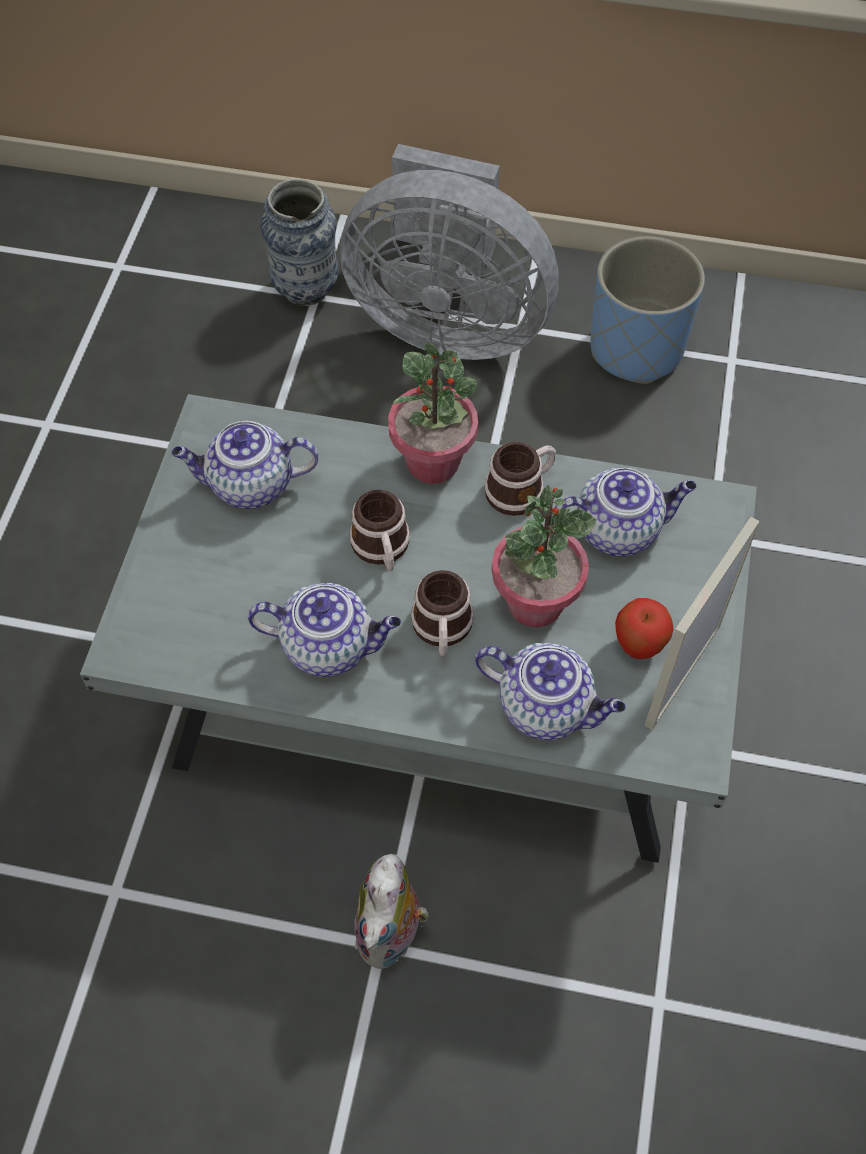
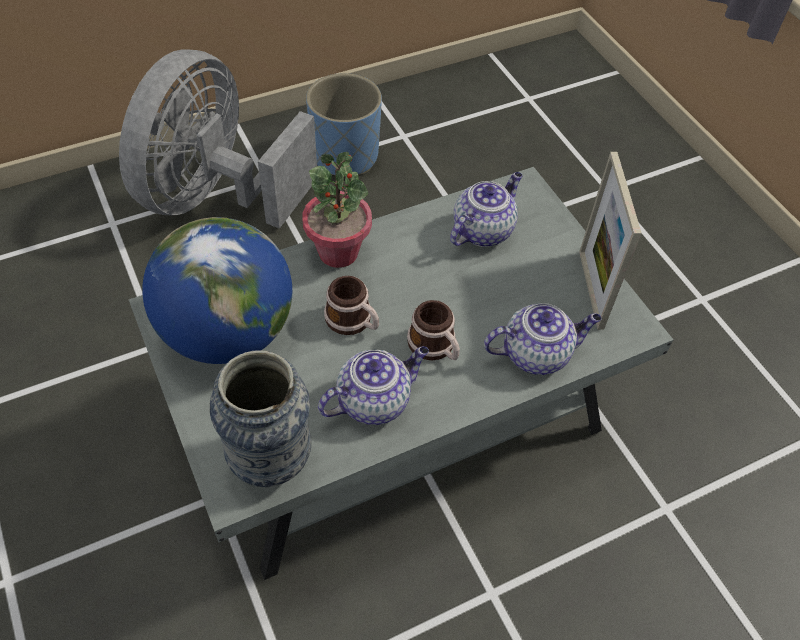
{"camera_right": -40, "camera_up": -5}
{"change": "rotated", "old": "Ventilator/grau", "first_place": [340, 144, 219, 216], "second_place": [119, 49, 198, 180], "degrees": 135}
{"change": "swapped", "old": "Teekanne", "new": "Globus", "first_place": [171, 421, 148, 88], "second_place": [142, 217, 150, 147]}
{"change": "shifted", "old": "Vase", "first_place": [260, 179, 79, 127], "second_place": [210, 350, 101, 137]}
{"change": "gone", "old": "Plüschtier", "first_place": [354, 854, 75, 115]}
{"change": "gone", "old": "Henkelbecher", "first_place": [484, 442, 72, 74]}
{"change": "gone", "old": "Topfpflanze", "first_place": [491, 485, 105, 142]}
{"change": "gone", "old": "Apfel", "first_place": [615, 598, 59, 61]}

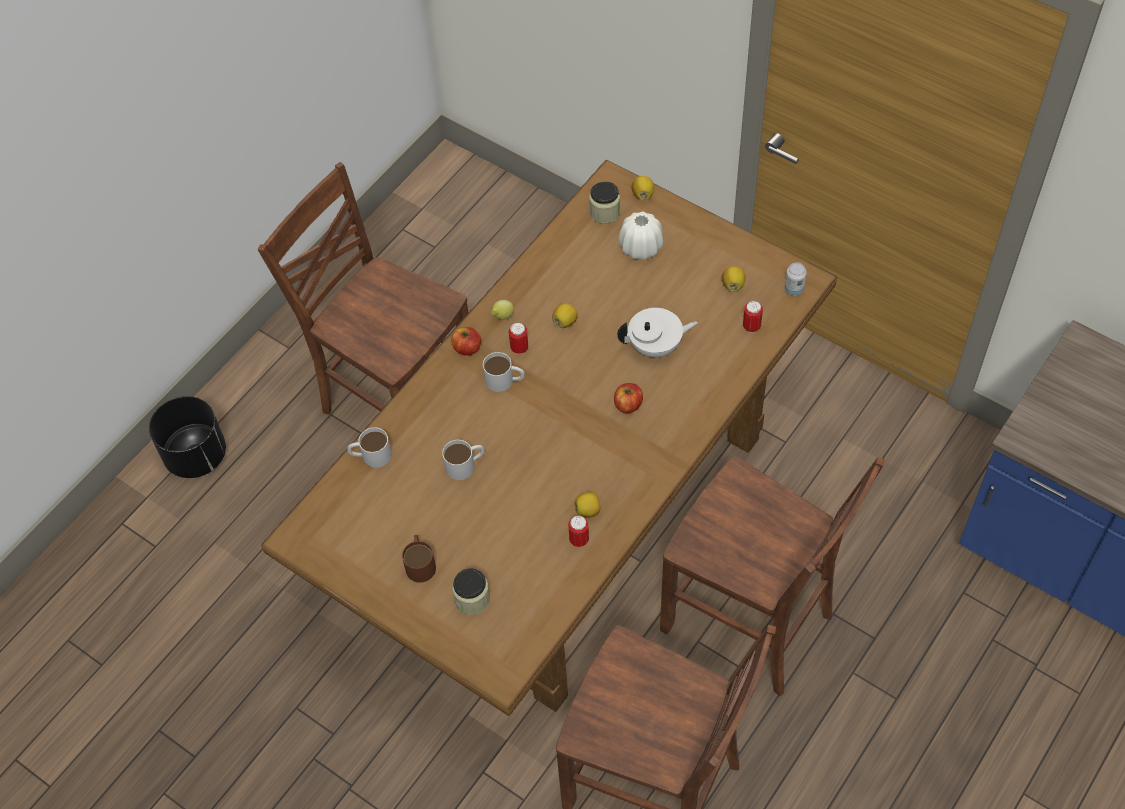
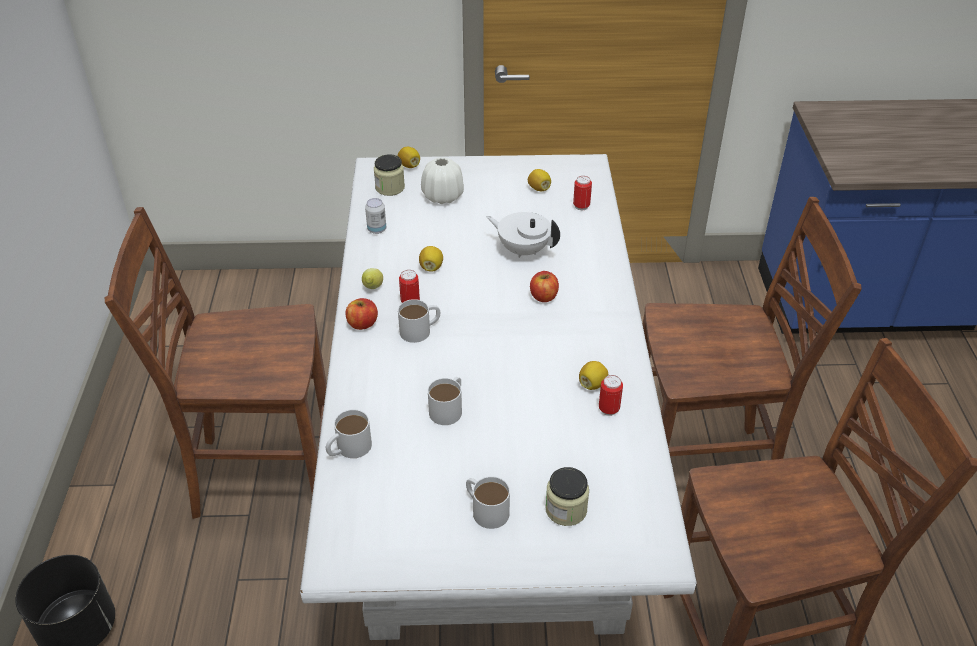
{"camera_right": -40, "camera_up": -15}
{"change": "repainted", "old": "Esstisch/braun", "new": "Esstisch/weiß", "first_place": [261, 160, 576, 556], "second_place": [300, 154, 397, 486]}
{"change": "shifted", "old": "Dose", "first_place": [785, 262, 22, 33], "second_place": [365, 198, 21, 36]}
{"change": "repainted", "old": "Henkelbecher/braun", "new": "Henkelbecher/weiß", "first_place": [402, 535, 34, 48], "second_place": [466, 476, 44, 53]}
{"change": "rotated", "old": "Teekanne/weiß", "first_place": [617, 308, 81, 50], "second_place": [487, 212, 73, 46], "degrees": -105}

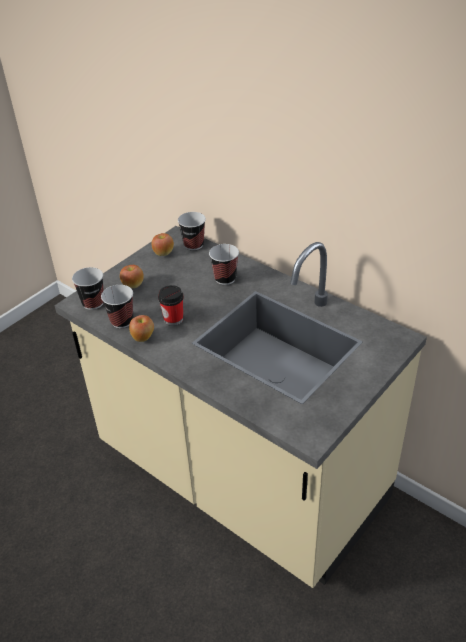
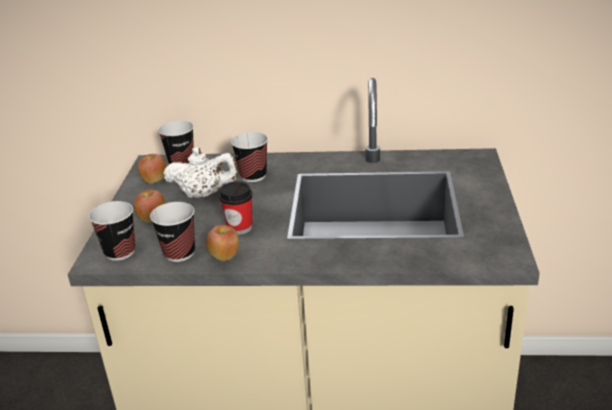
{"camera_right": -35, "camera_up": -10}
{"change": "new", "new": "Teekanne/weiß", "second_place": [164, 147, 75, 51]}

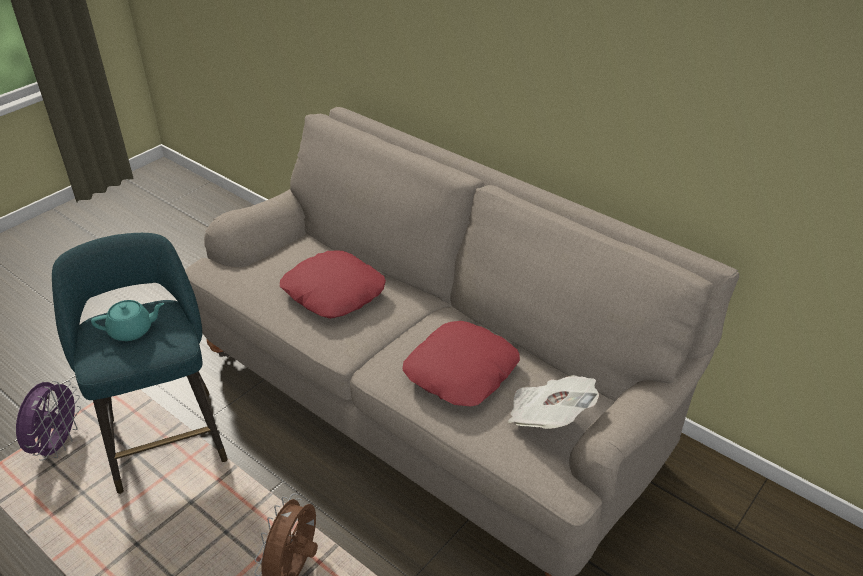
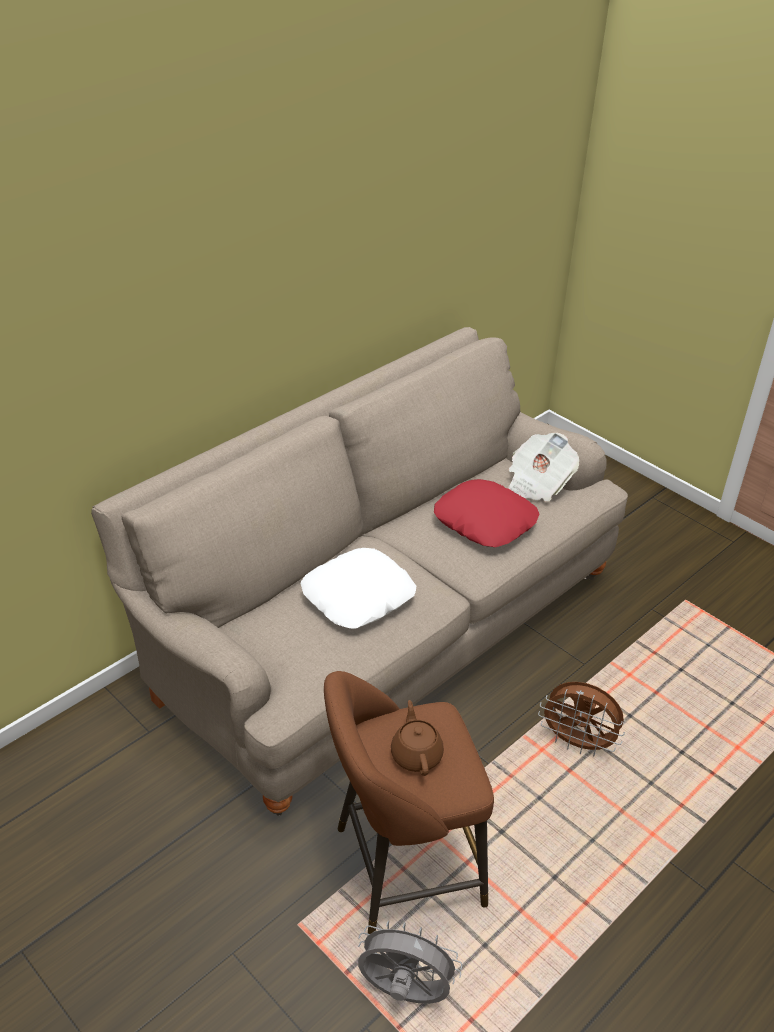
{"camera_right": -85, "camera_up": 0}
{"change": "repainted", "old": "Kissen/rot", "new": "Kissen/weiß", "first_place": [280, 251, 106, 68], "second_place": [301, 548, 115, 81]}
{"change": "repainted", "old": "Hocker/türkis", "new": "Hocker/braun", "first_place": [52, 233, 176, 261], "second_place": [324, 671, 170, 263]}
{"change": "repainted", "old": "Ventilator/lila", "new": "Ventilator/grau", "first_place": [16, 381, 65, 80], "second_place": [358, 920, 104, 84]}
{"change": "repainted", "old": "Teekanne/türkis", "new": "Teekanne/braun", "first_place": [91, 300, 73, 41], "second_place": [391, 700, 53, 76]}

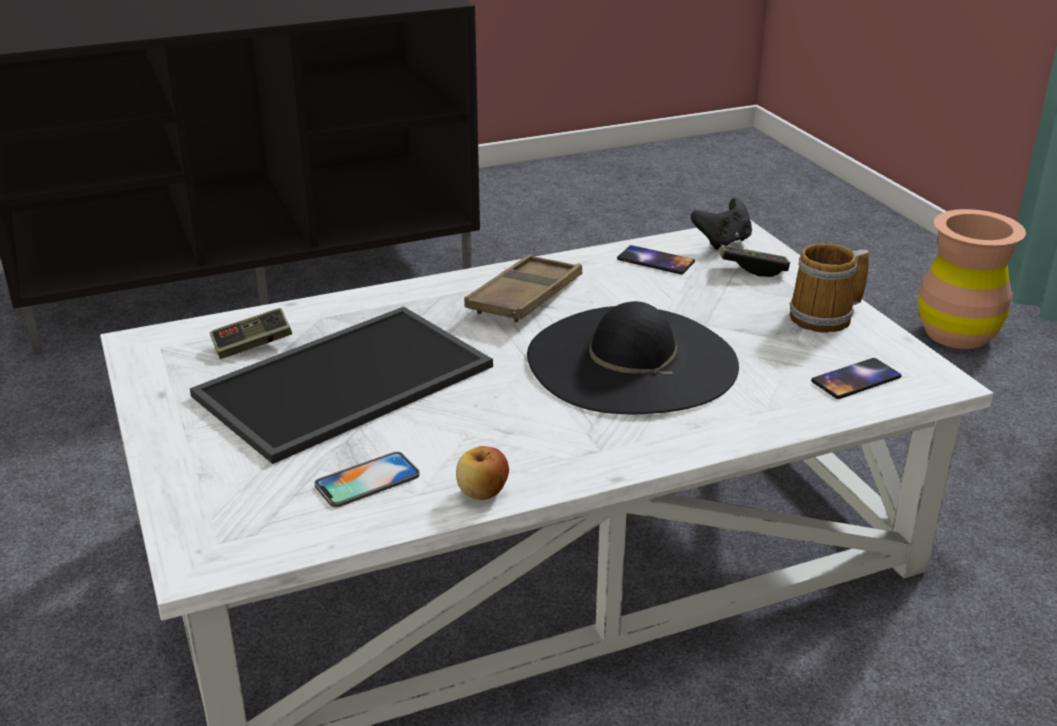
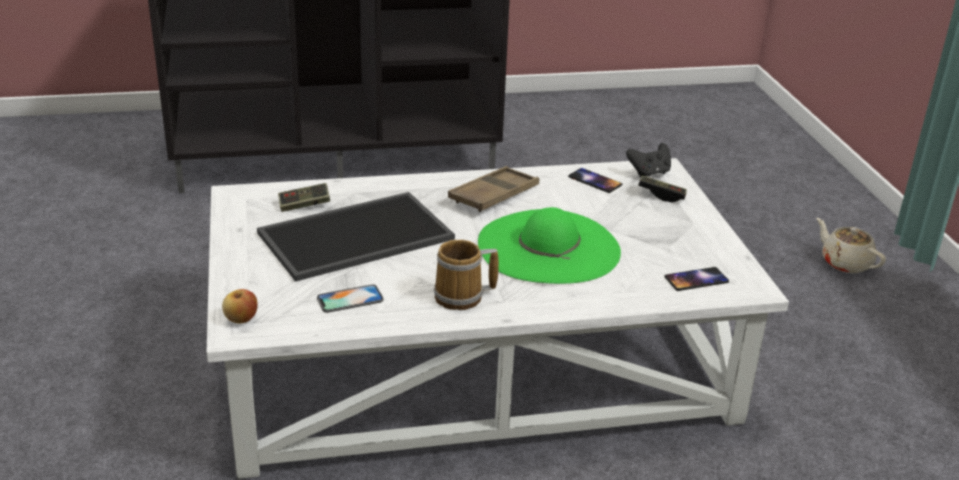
{"camera_right": 10, "camera_up": 0}
{"change": "shifted", "old": "Apfel", "first_place": [456, 446, 53, 54], "second_place": [222, 289, 36, 35]}
{"change": "shifted", "old": "Henkelbecher", "first_place": [789, 243, 80, 90], "second_place": [434, 240, 65, 70]}
{"change": "repainted", "old": "Hut/schwarz", "new": "Hut/grün", "first_place": [527, 301, 212, 113], "second_place": [478, 207, 143, 77]}
{"change": "swapped", "old": "Vase/braun", "new": "Teekanne/beige", "first_place": [918, 209, 108, 140], "second_place": [816, 218, 70, 55]}

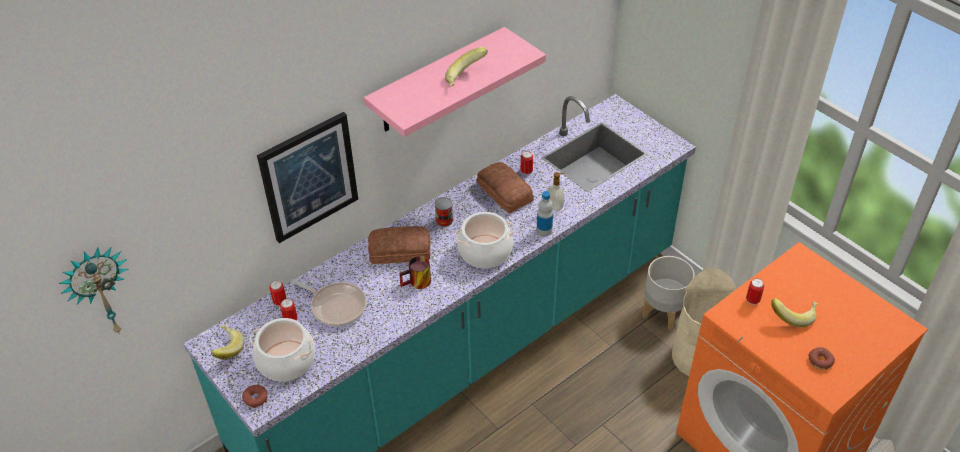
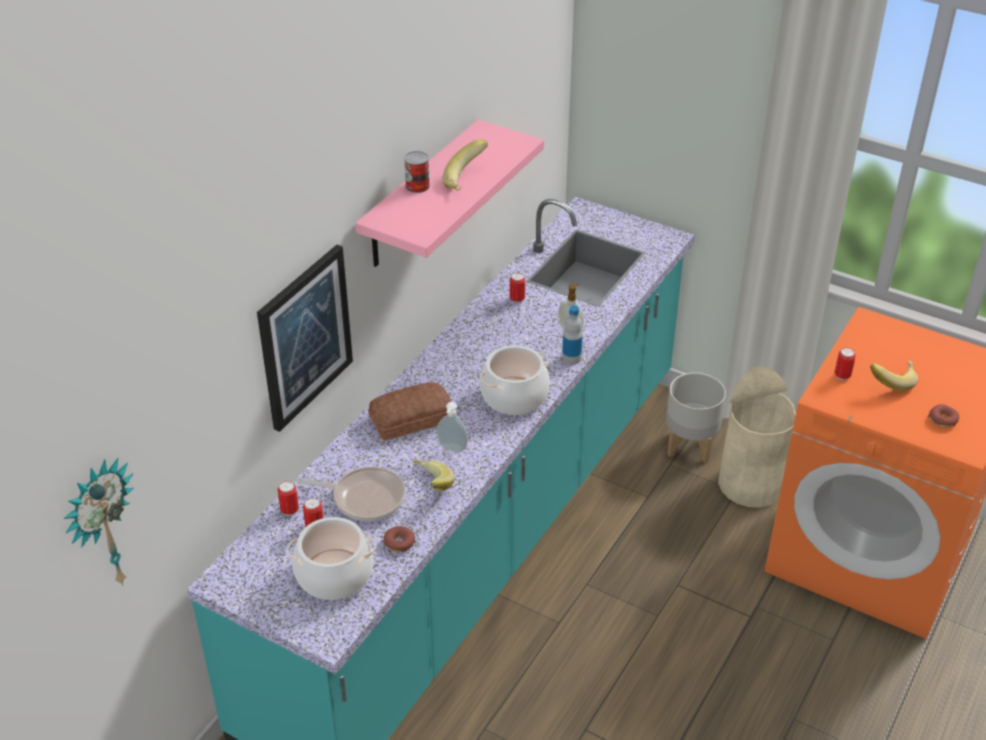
{"camera_right": -20, "camera_up": -5}
{"change": "shifted", "old": "Donut", "first_place": [242, 385, 26, 23], "second_place": [384, 526, 32, 26]}
{"change": "shifted", "old": "Dose", "first_place": [435, 197, 18, 30], "second_place": [404, 151, 26, 42]}
{"change": "shifted", "old": "Banane", "first_place": [211, 324, 33, 35], "second_place": [412, 458, 42, 33]}
{"change": "swapped", "old": "Henkelbecher", "new": "Seifenspender", "first_place": [399, 256, 32, 33], "second_place": [437, 402, 31, 50]}
{"change": "gone", "old": "Brot", "first_place": [476, 162, 58, 52]}

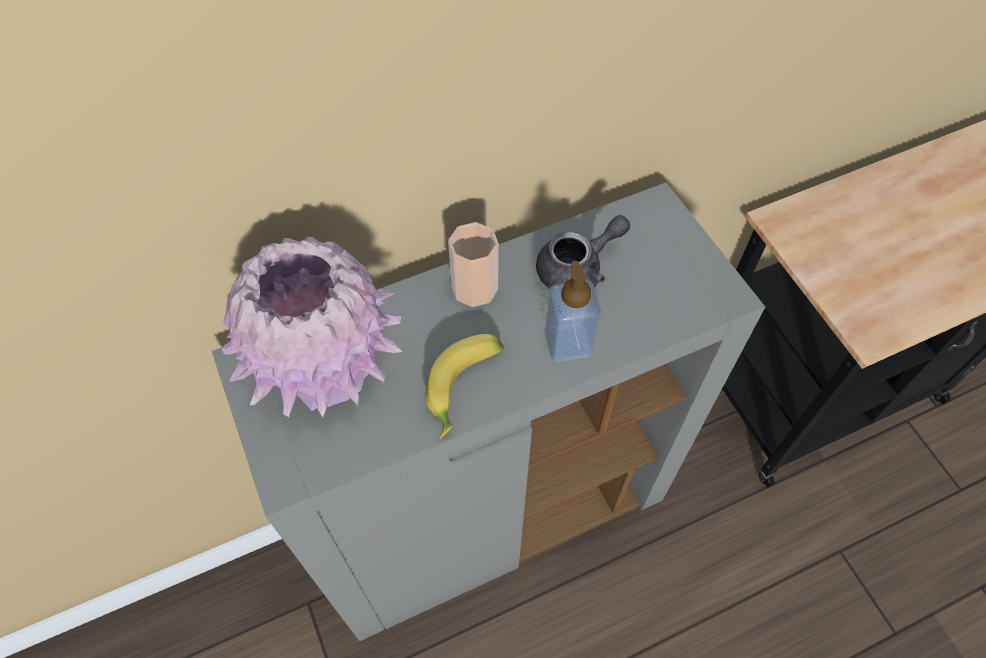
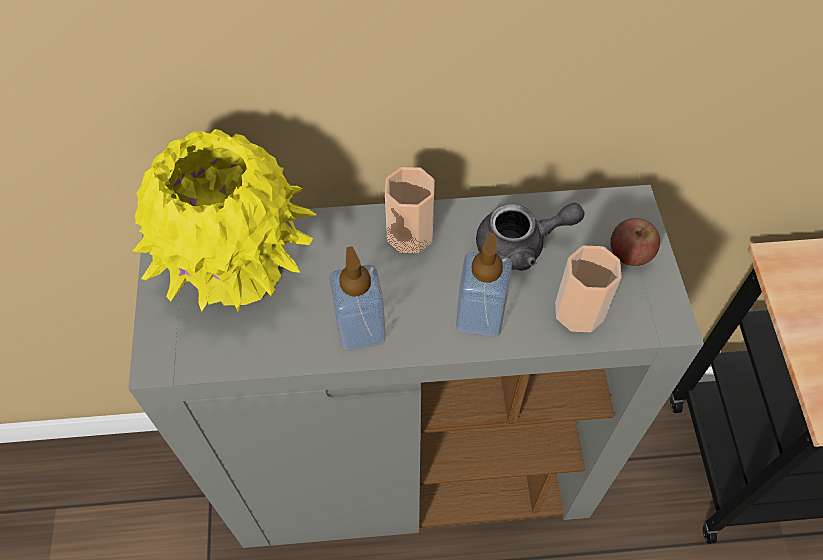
{"camera_right": 20, "camera_up": 0}
{"change": "repainted", "old": "Vase/rosa", "new": "Vase/gelb", "first_place": [222, 236, 180, 181], "second_place": [133, 129, 184, 183]}
{"change": "swapped", "old": "Banane", "new": "Seifenspender", "first_place": [425, 334, 79, 105], "second_place": [329, 247, 57, 104]}
{"change": "new", "new": "Tasse", "second_place": [555, 246, 67, 86]}
{"change": "new", "new": "Apfel", "second_place": [611, 218, 49, 48]}

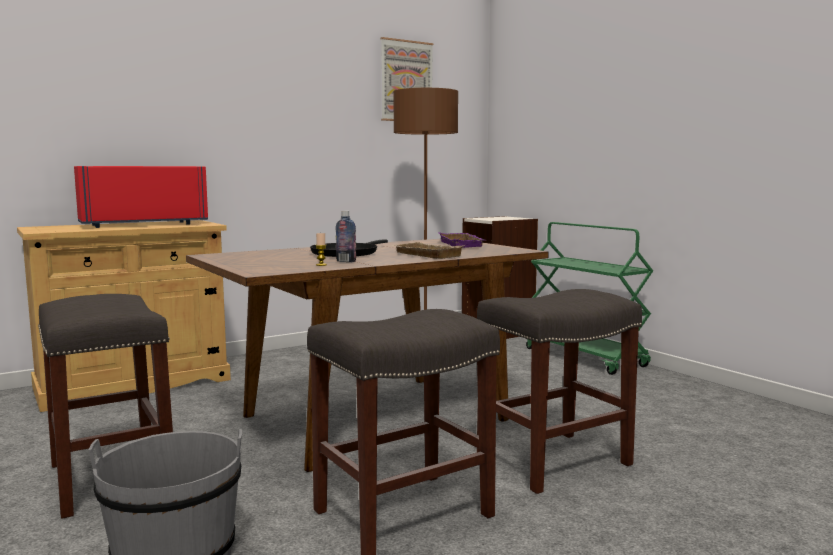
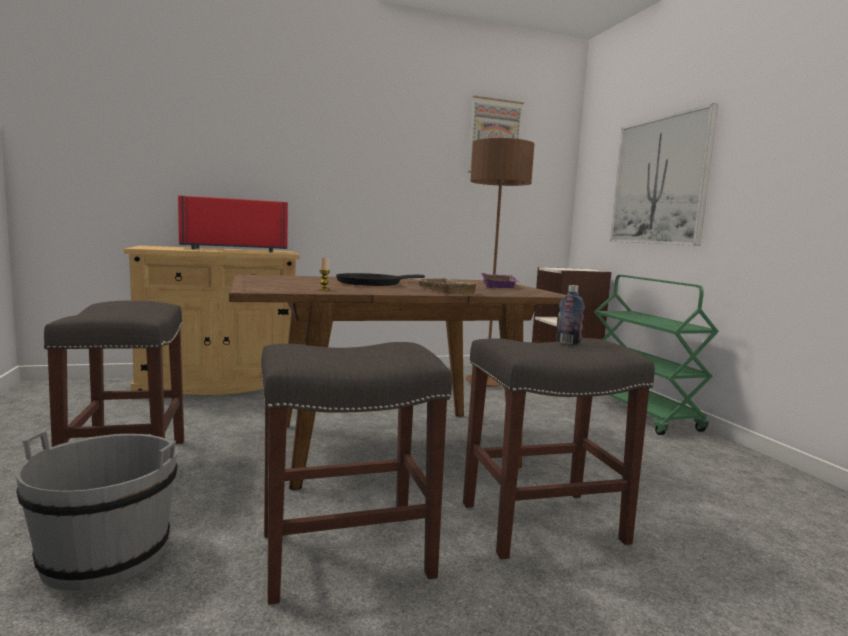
{"camera_right": 15, "camera_up": 0}
{"change": "shifted", "old": "Flasche", "first_place": [335, 211, 21, 51], "second_place": [557, 285, 28, 60]}
{"change": "new", "new": "Bild", "second_place": [610, 103, 108, 143]}

